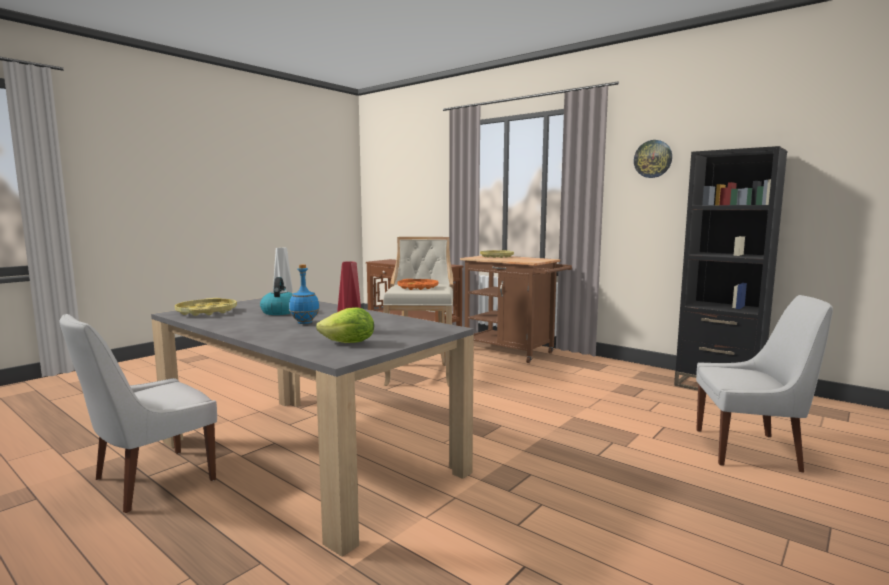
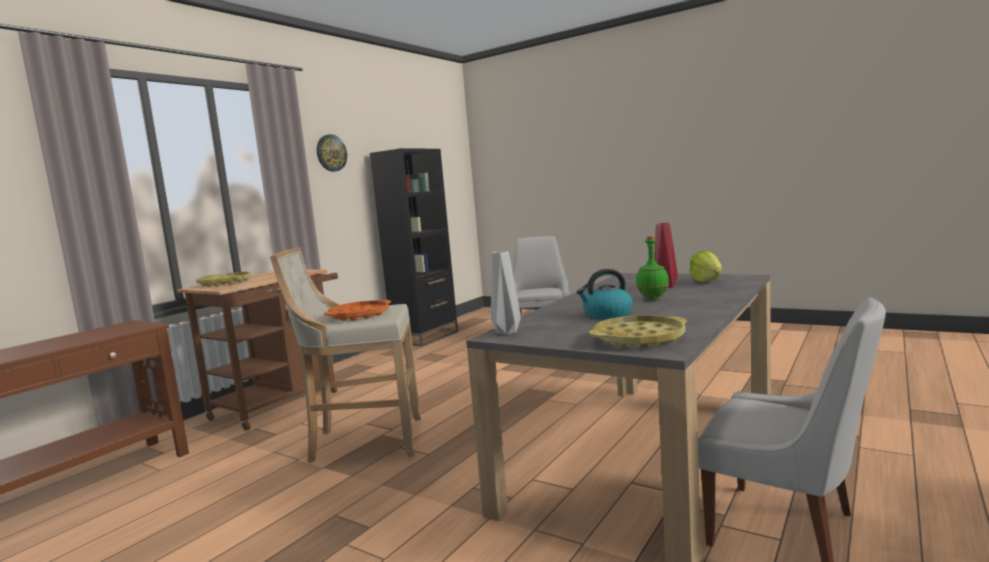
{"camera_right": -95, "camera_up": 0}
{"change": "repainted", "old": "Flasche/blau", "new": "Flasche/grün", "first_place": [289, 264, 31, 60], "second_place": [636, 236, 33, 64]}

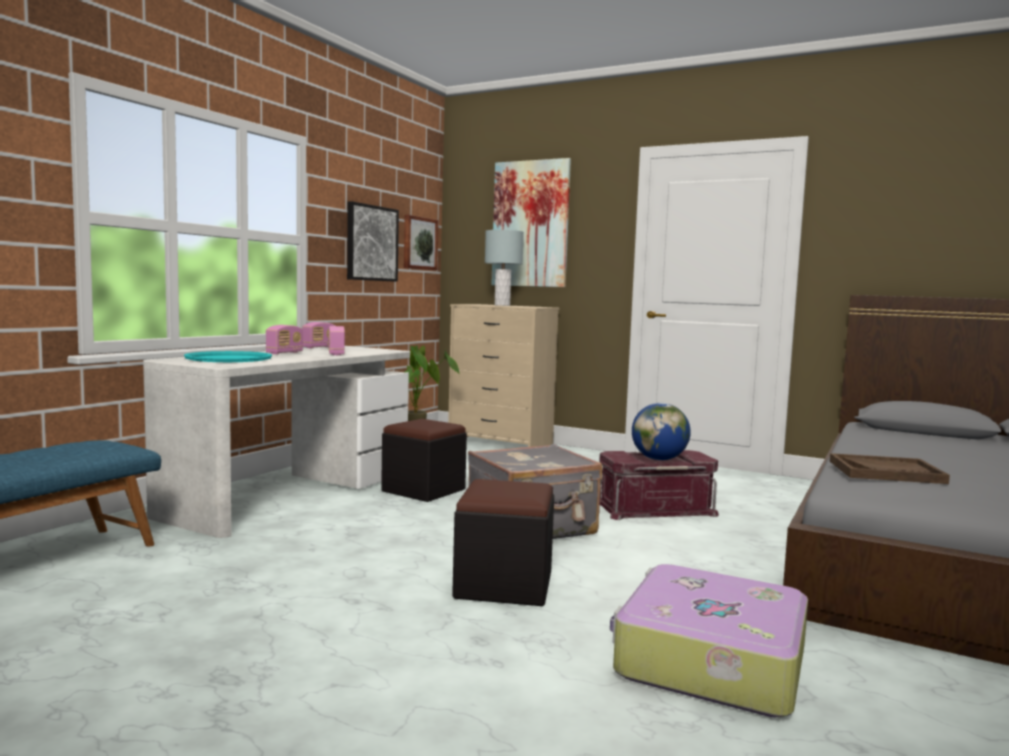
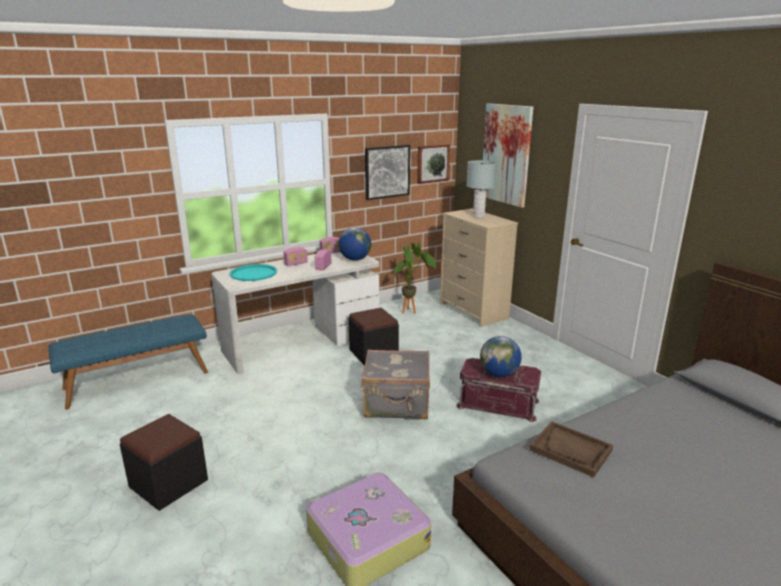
{"camera_right": 30, "camera_up": 15}
{"change": "shifted", "old": "Polsterhocker/schwarz", "first_place": [452, 479, 102, 127], "second_place": [120, 414, 88, 97]}
{"change": "new", "new": "Globus", "second_place": [339, 228, 32, 33]}

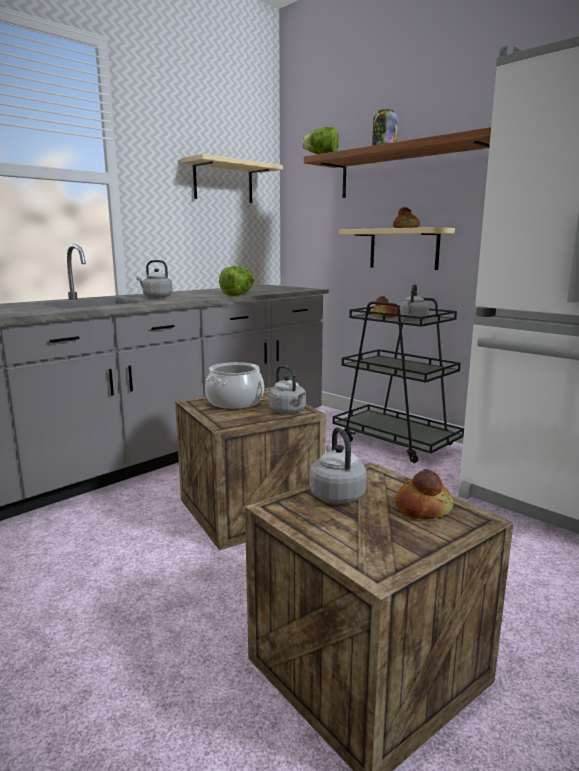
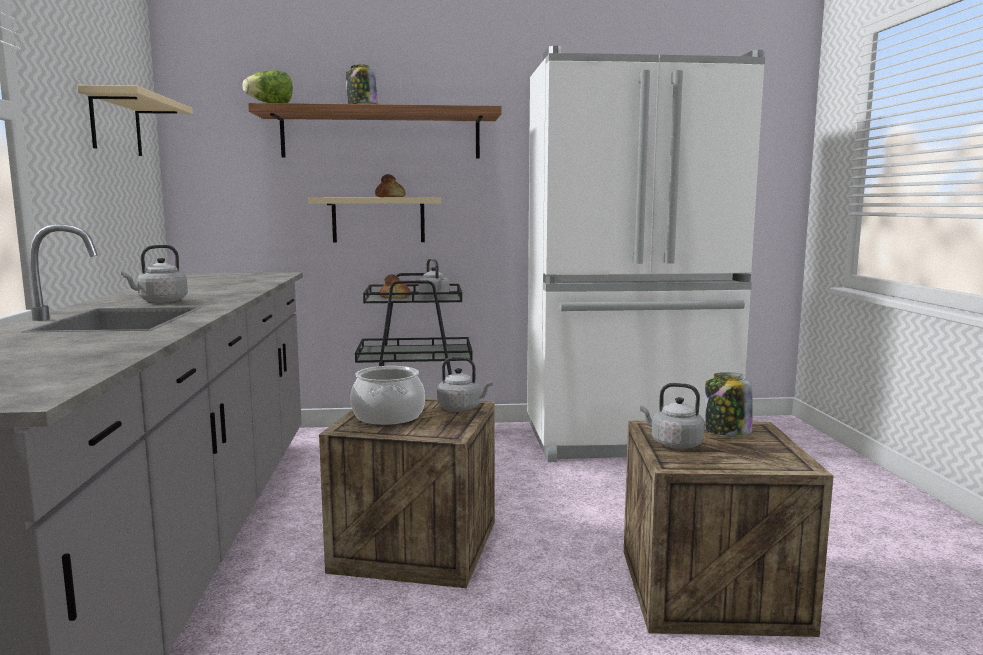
{"camera_right": -50, "camera_up": -5}
{"change": "swapped", "old": "Brot", "new": "Vorratsglas", "first_place": [396, 469, 58, 50], "second_place": [705, 372, 47, 64]}
{"change": "gone", "old": "Salatkopf", "first_place": [219, 266, 36, 30]}

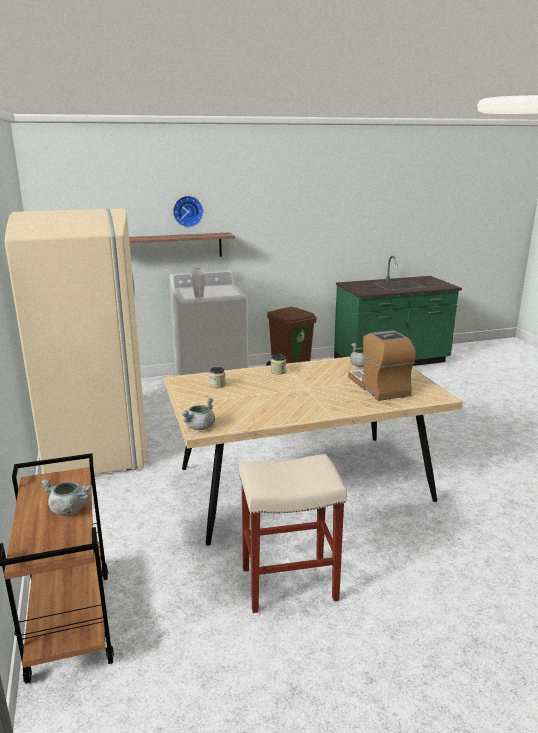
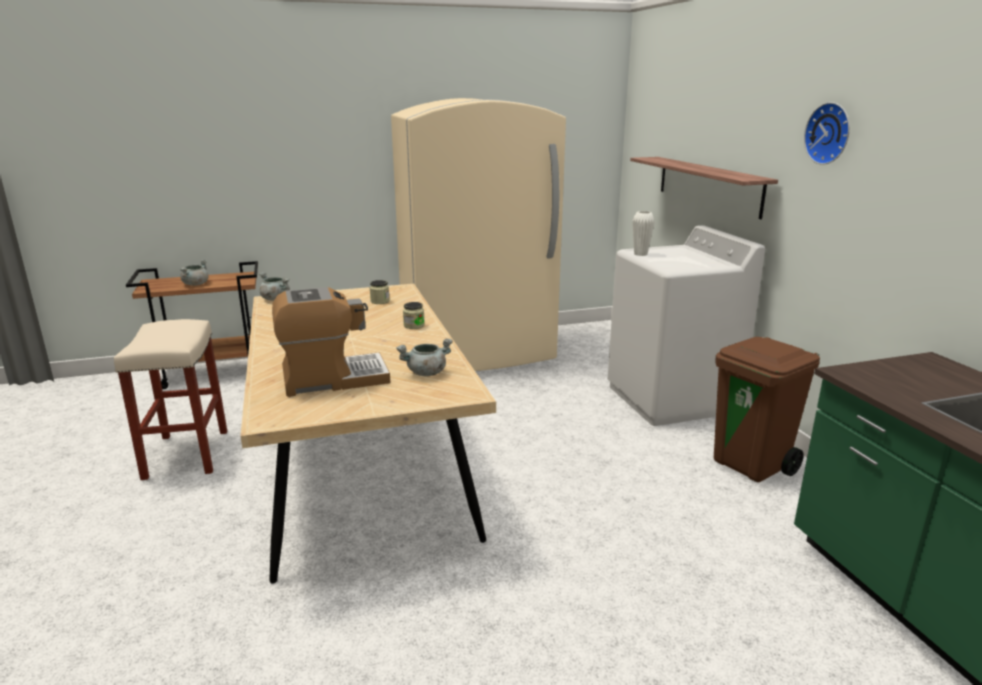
{"camera_right": 90, "camera_up": 0}
{"change": "shifted", "old": "Wanduhr", "first_place": [173, 196, 31, 31], "second_place": [804, 102, 46, 63]}

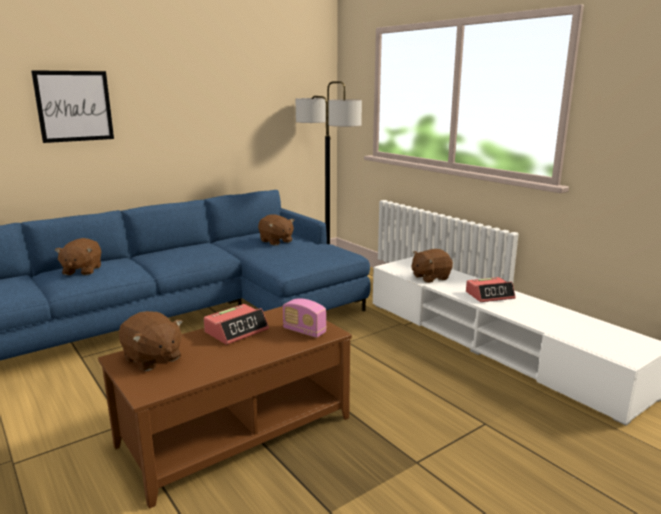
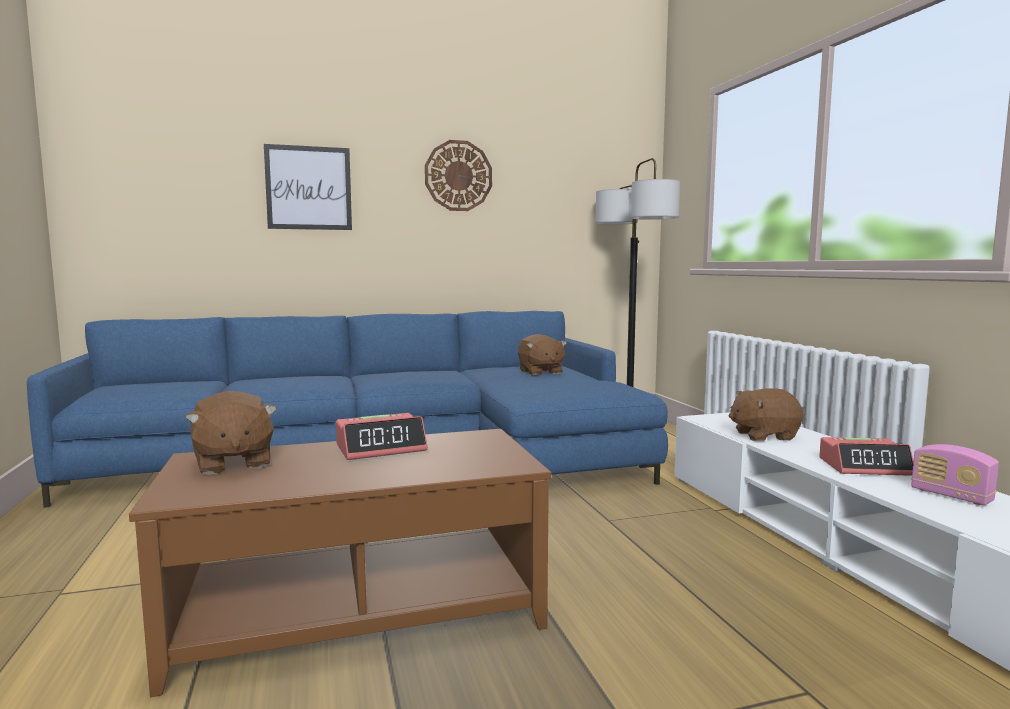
{"camera_right": 20, "camera_up": -10}
{"change": "new", "new": "Wanduhr", "second_place": [425, 140, 67, 71]}
{"change": "shifted", "old": "Radio", "first_place": [283, 298, 44, 40], "second_place": [911, 444, 88, 61]}
{"change": "gone", "old": "Plüschtier/braun", "first_place": [55, 238, 46, 37]}

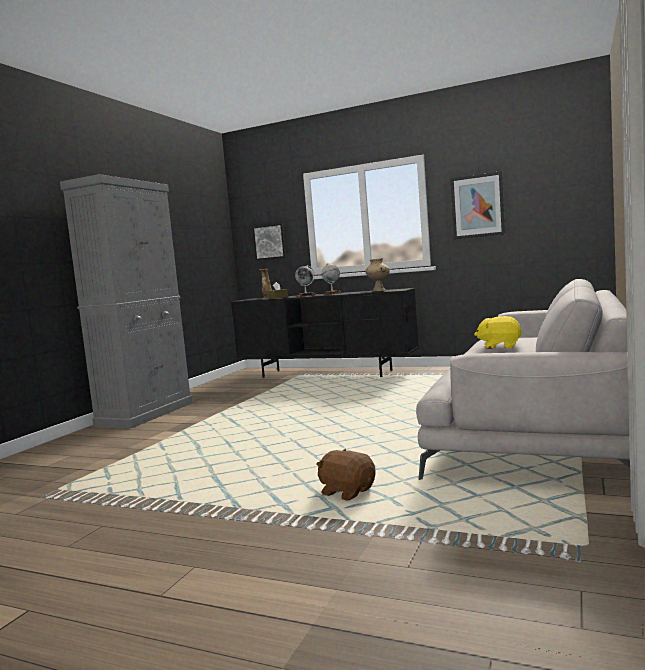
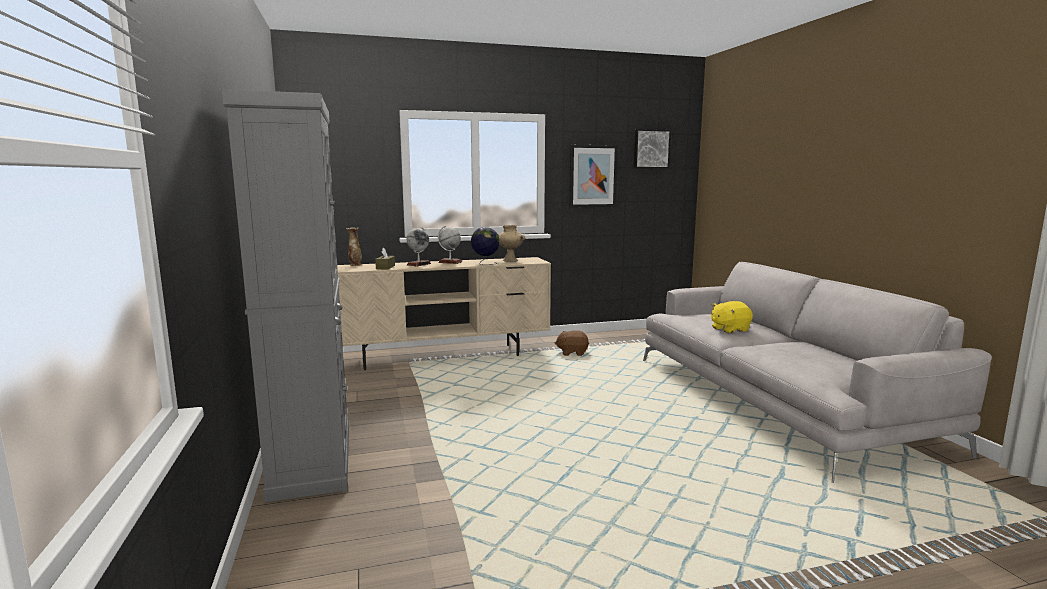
{"camera_right": -40, "camera_up": 5}
{"change": "repainted", "old": "Fernsehschrank/schwarz", "new": "Fernsehschrank/beige", "first_place": [231, 288, 188, 90], "second_place": [337, 257, 214, 113]}
{"change": "new", "new": "Globus", "second_place": [471, 227, 29, 38]}
{"change": "shifted", "old": "Plüschtier/braun", "first_place": [316, 449, 59, 52], "second_place": [555, 330, 34, 26]}
{"change": "shifted", "old": "Bild", "first_place": [253, 224, 33, 36], "second_place": [634, 129, 37, 39]}

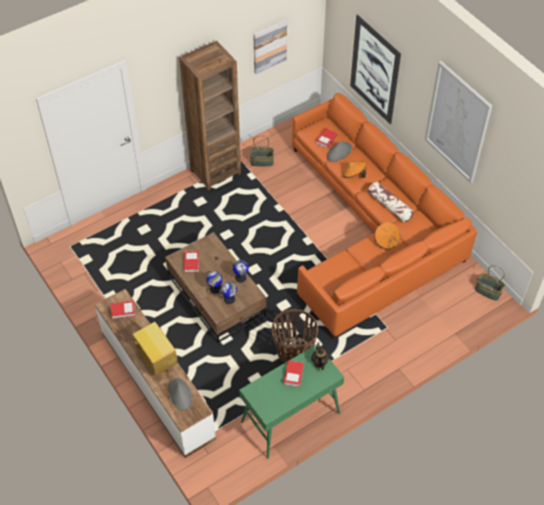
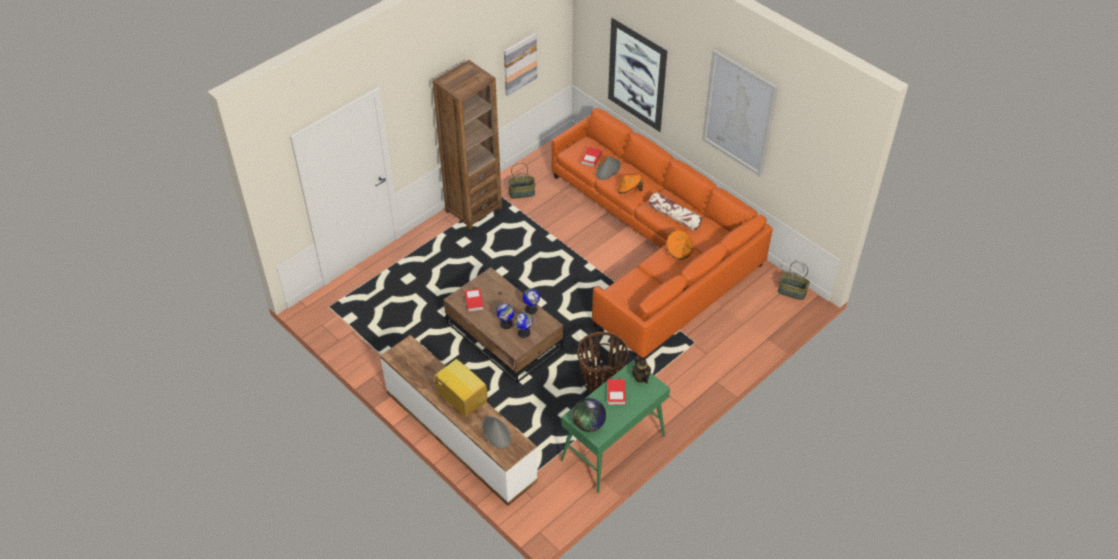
{"camera_right": -10, "camera_up": -5}
{"change": "new", "new": "Globus", "second_place": [573, 398, 33, 34]}
{"change": "gone", "old": "Buch", "first_place": [111, 301, 25, 18]}

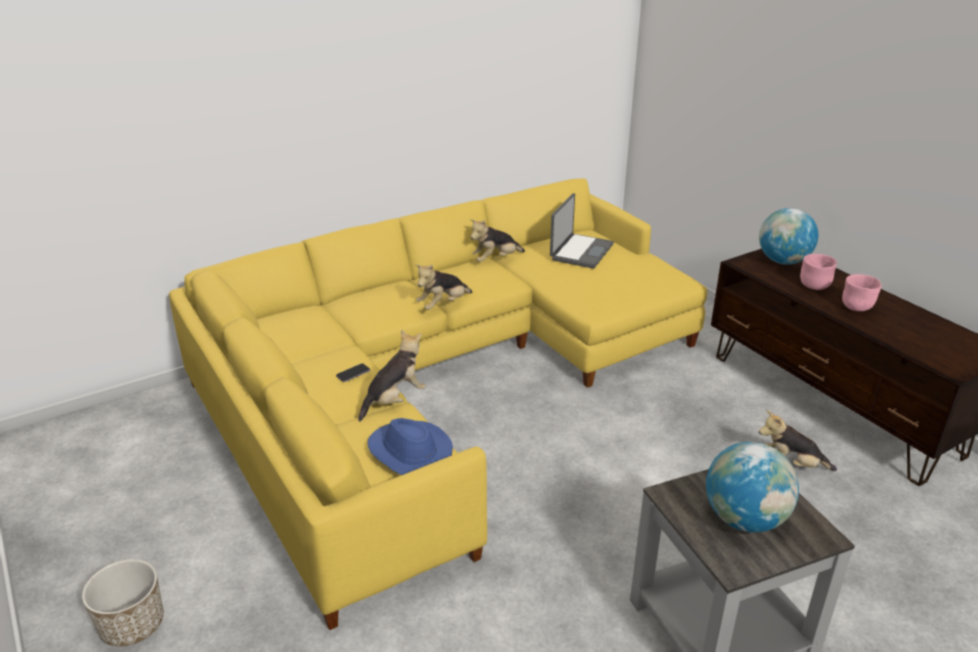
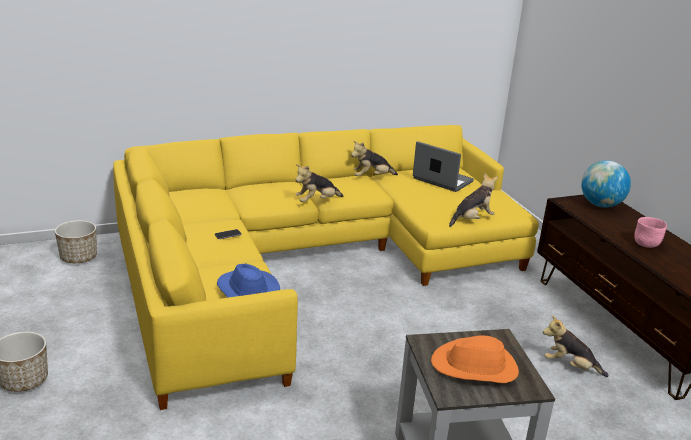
{"camera_right": 10, "camera_up": -5}
{"change": "new", "new": "Pflanzkübel", "second_place": [55, 220, 42, 43]}
{"change": "rotated", "old": "Laptop", "first_place": [550, 193, 64, 76], "second_place": [413, 141, 61, 51], "degrees": -90}
{"change": "swapped", "old": "Globus", "new": "Hut/orange", "first_place": [706, 442, 93, 90], "second_place": [431, 335, 88, 48]}
{"change": "shifted", "old": "Plüschtier", "first_place": [358, 330, 68, 92], "second_place": [449, 173, 49, 54]}
{"change": "gone", "old": "Schüssel/rosa", "first_place": [800, 254, 37, 36]}

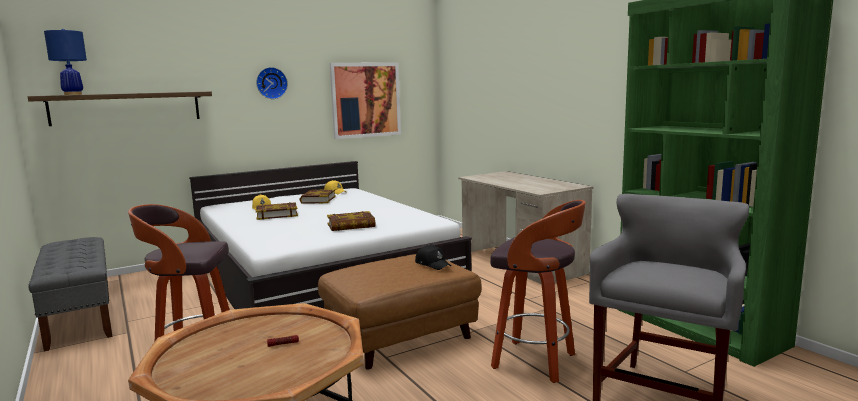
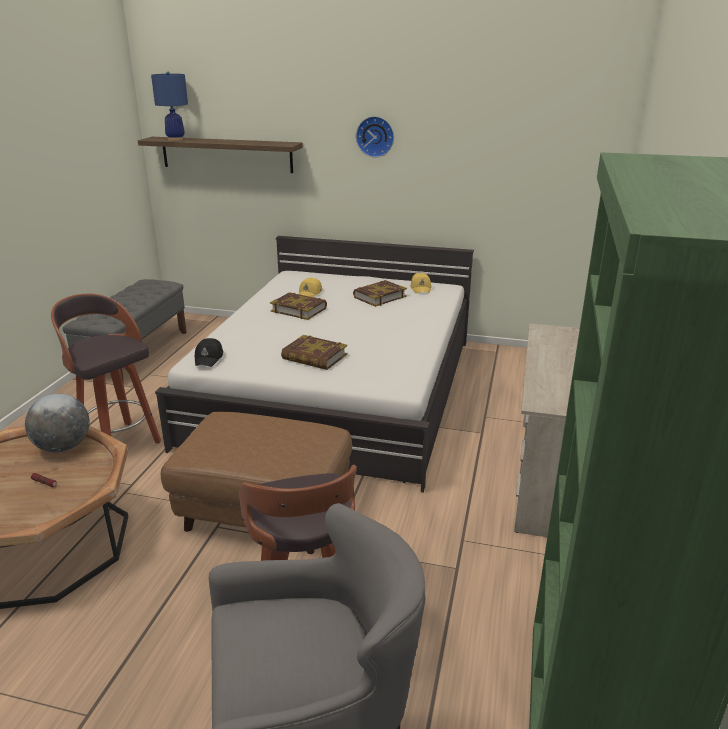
{"camera_right": 45, "camera_up": 15}
{"change": "new", "new": "Globus", "second_place": [25, 394, 65, 59]}
{"change": "shifted", "old": "Kappe/schwarz", "first_place": [415, 245, 36, 25], "second_place": [195, 338, 28, 29]}
{"change": "gone", "old": "Bild", "first_place": [330, 63, 71, 76]}

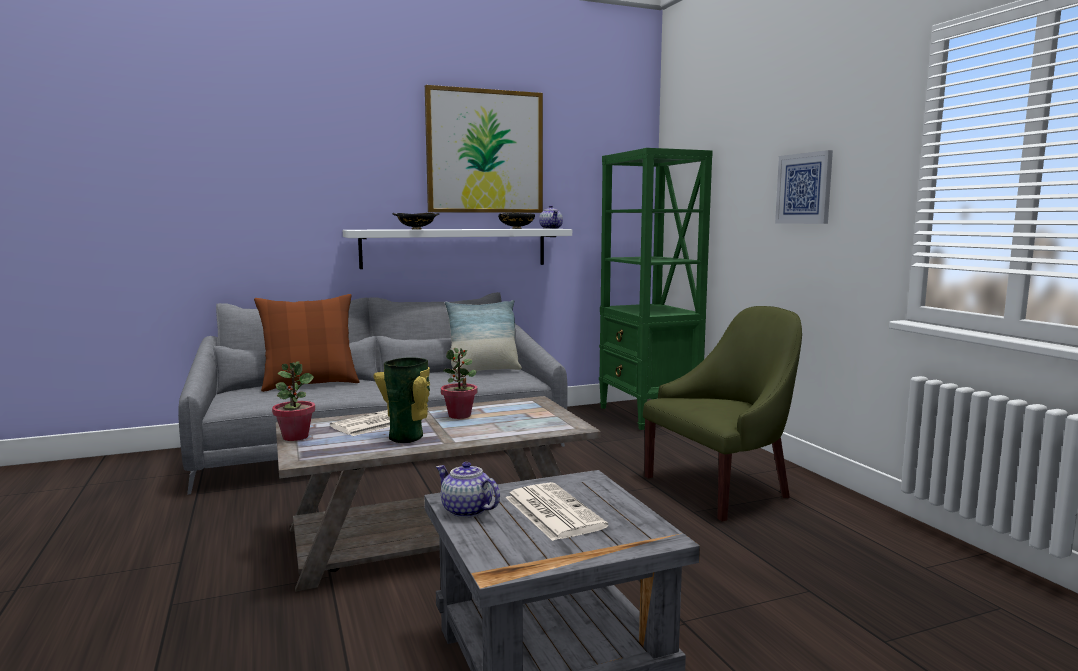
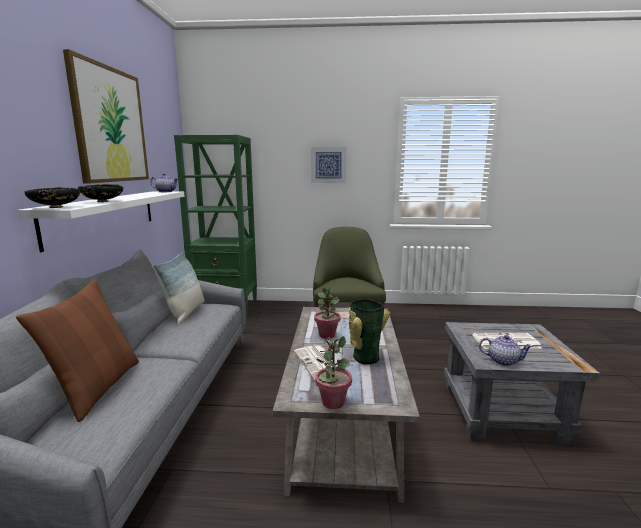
{"camera_right": -65, "camera_up": 5}
{"change": "shifted", "old": "Schüssel/schwarz", "first_place": [498, 213, 37, 16], "second_place": [24, 187, 57, 21]}
{"change": "rotated", "old": "Teekanne", "first_place": [436, 462, 64, 56], "second_place": [479, 335, 54, 31], "degrees": -135}

